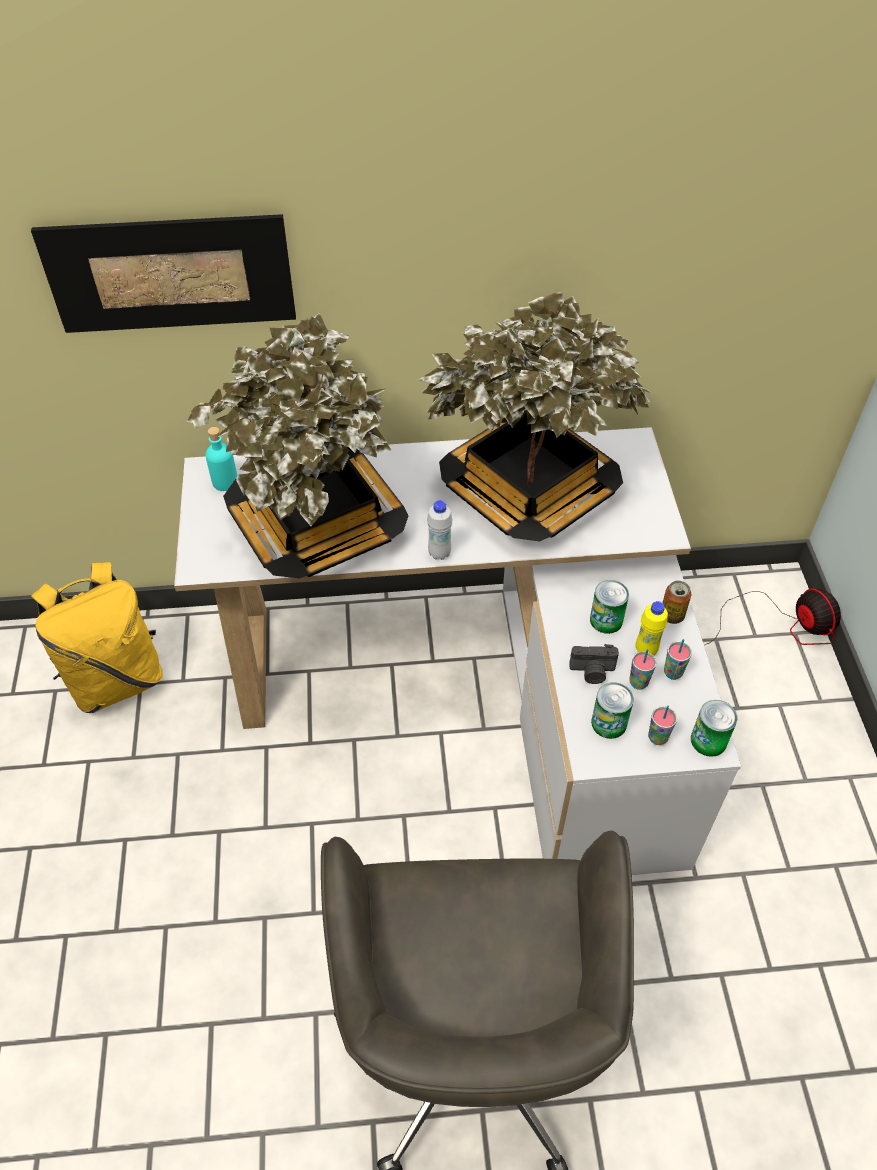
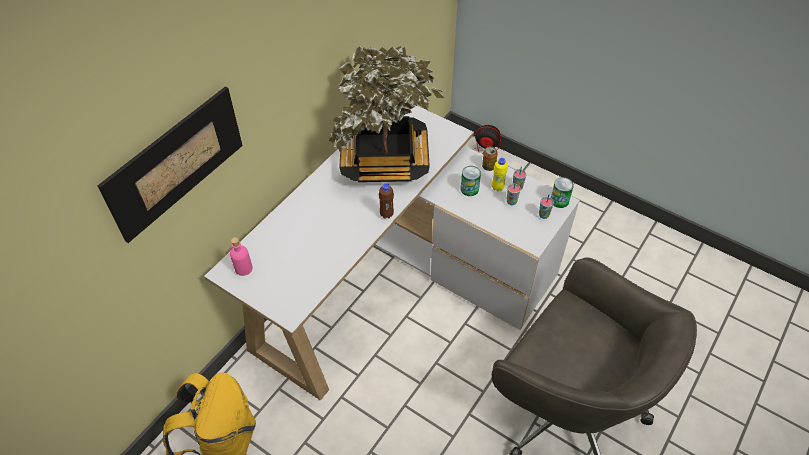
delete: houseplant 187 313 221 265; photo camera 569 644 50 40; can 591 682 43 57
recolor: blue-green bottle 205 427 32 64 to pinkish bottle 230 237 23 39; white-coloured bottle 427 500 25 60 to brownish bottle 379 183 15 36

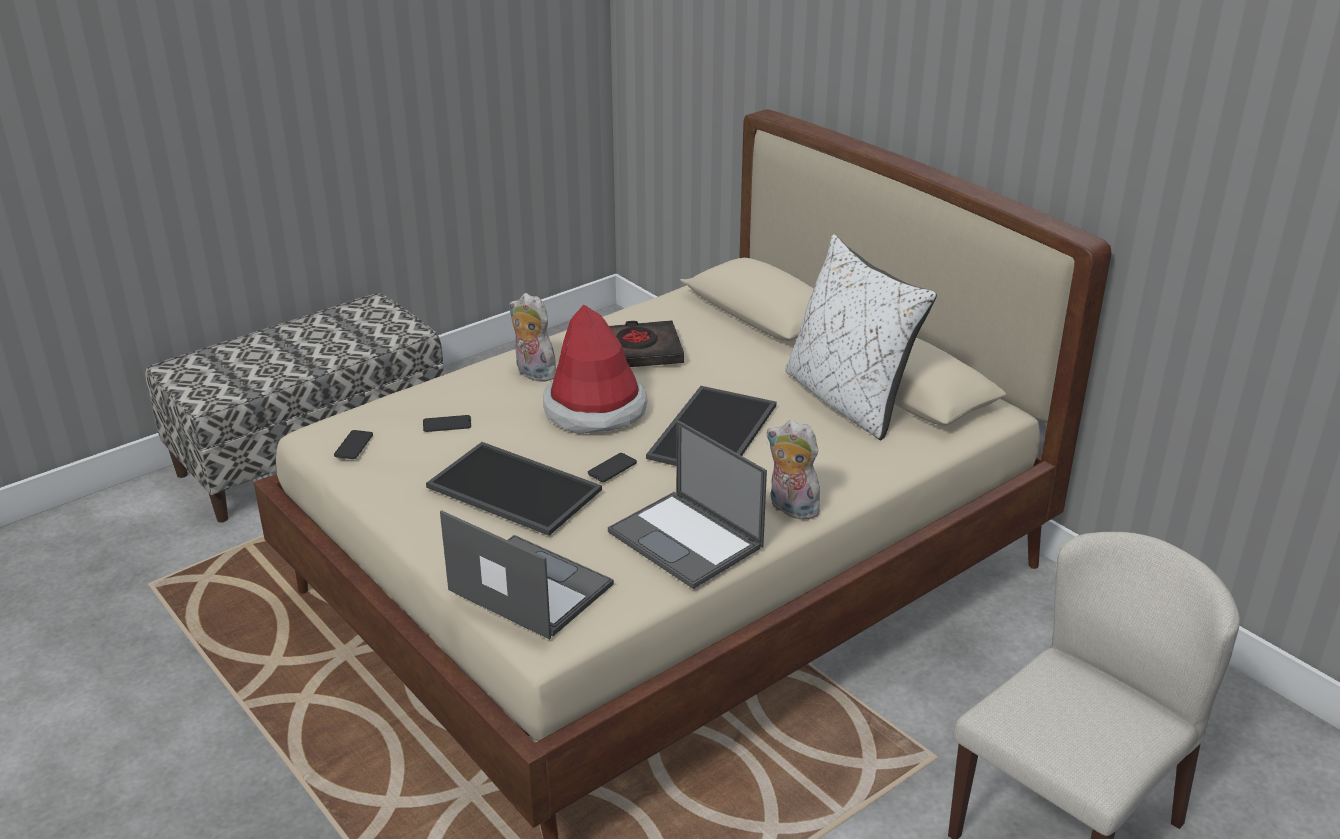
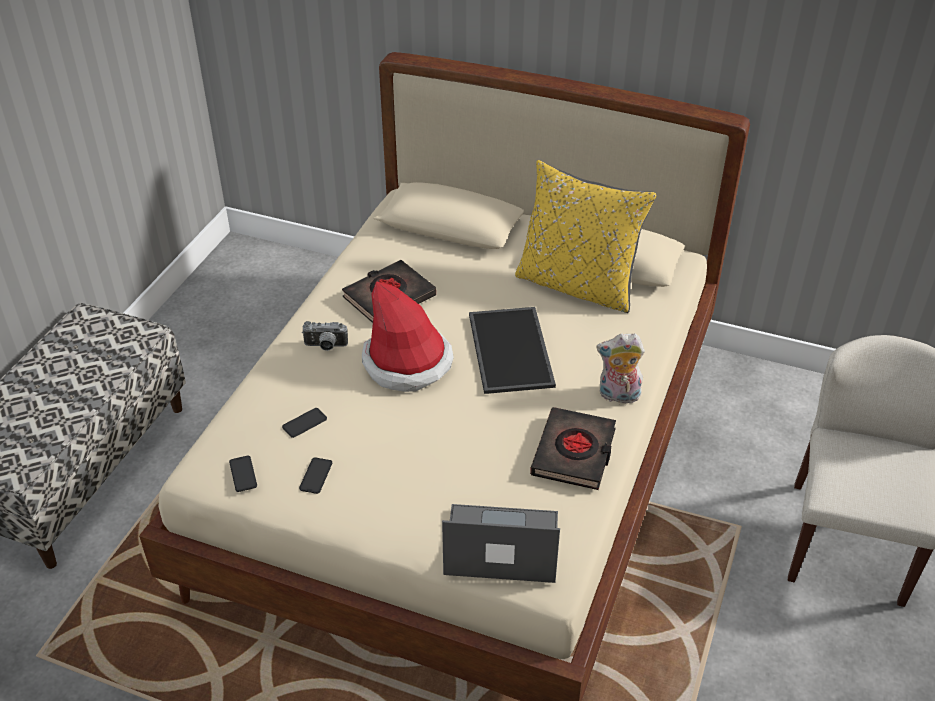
delete: tray 426 442 176 94
move: telephone 588 453 49 29 to 299 457 33 37
replace: plush toy 509 293 48 89 to photo camera 302 321 46 30; portable computer 608 420 159 169 to black-coloured bound book 530 407 86 83
recolor: white-coloured pillow 785 234 152 206 to yellow pillow 515 160 142 153

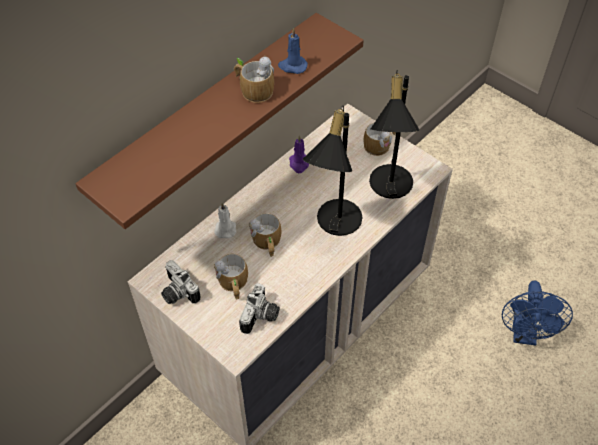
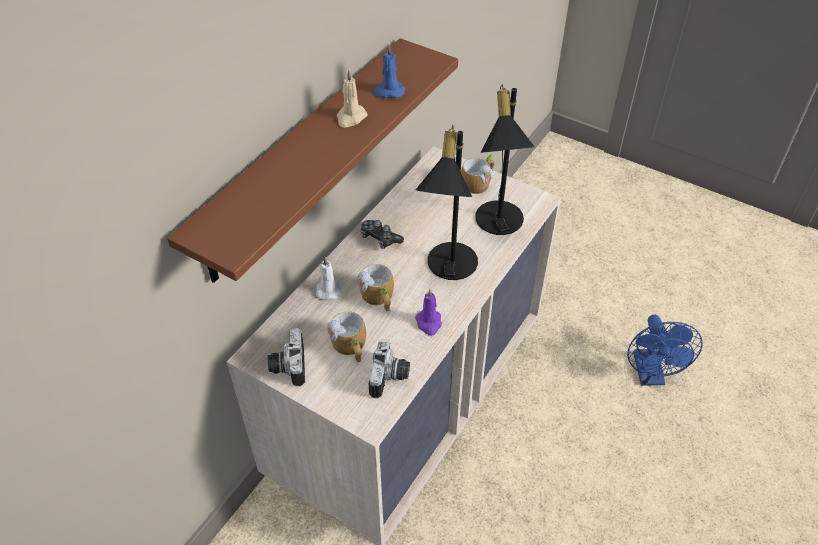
insert: gamepad 360 220 44 29
move: purple wax candle 289 135 20 38 to 415 289 27 47
replace: mug 234 56 40 47 to beige wax candle 337 69 30 59
rotate: photo camera 161 260 39 44 = 268 328 37 59 45 degrees clockwise

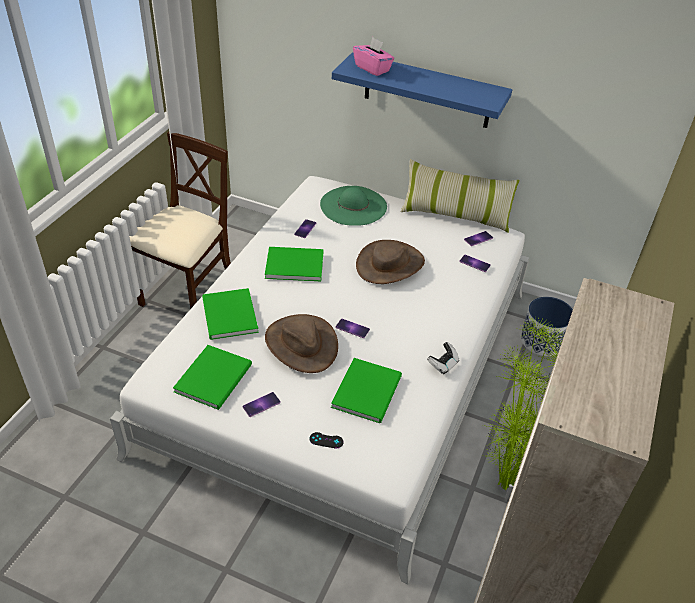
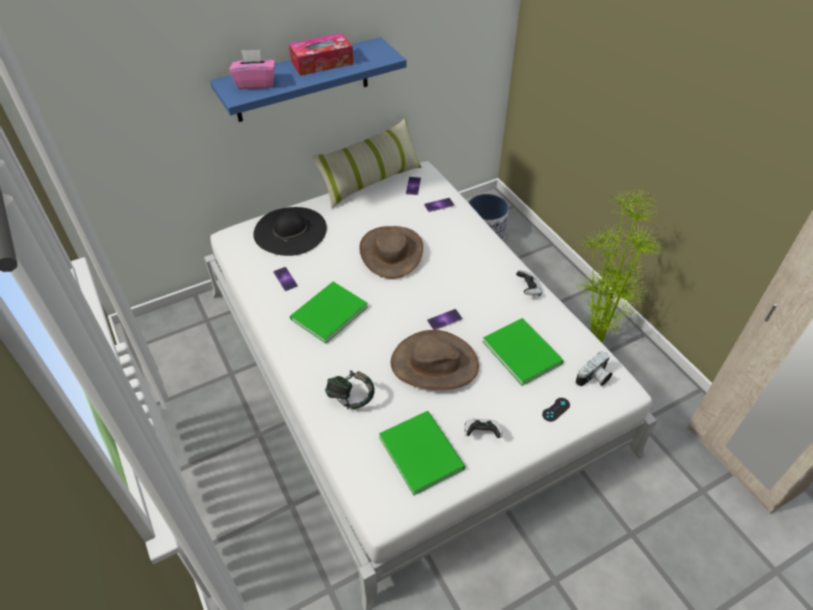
delete: beige plain chair 129 132 102 177
insert: tissue holder 289 33 65 43; photo camera 576 351 37 35
replace: greenish bound book 202 288 57 52 to headset 325 371 50 38; telephone 243 392 38 25 to gamepad 464 419 39 19
recolor: greenish wearable hat 320 186 67 40 to black-coloured wearable hat 253 207 74 49

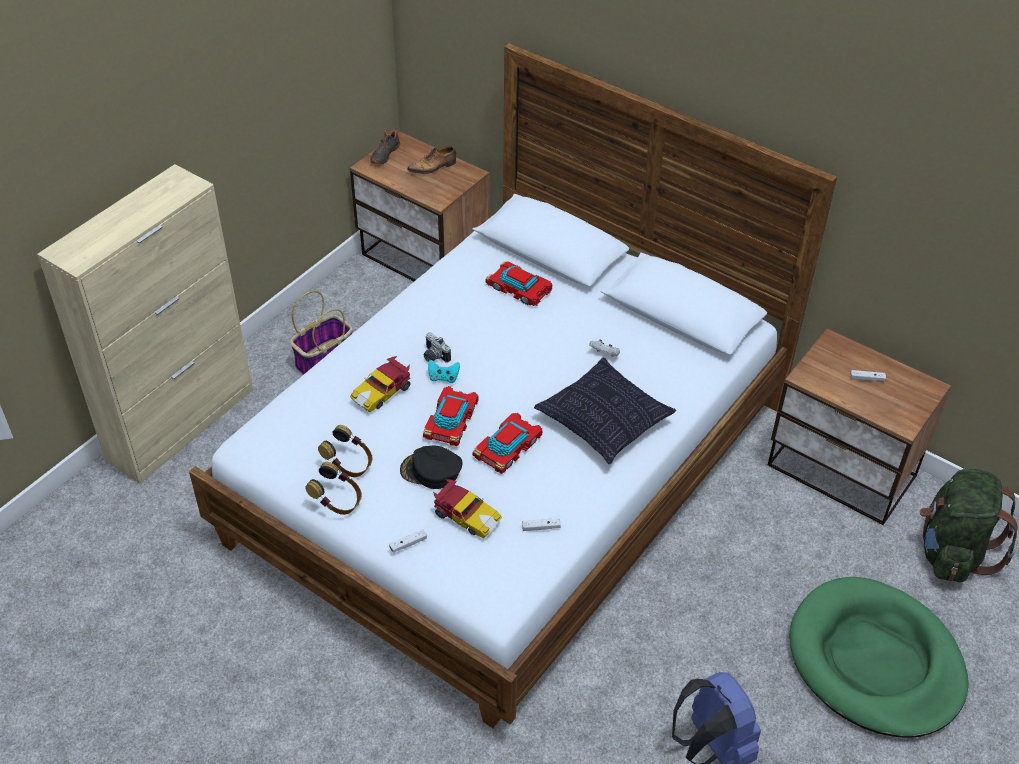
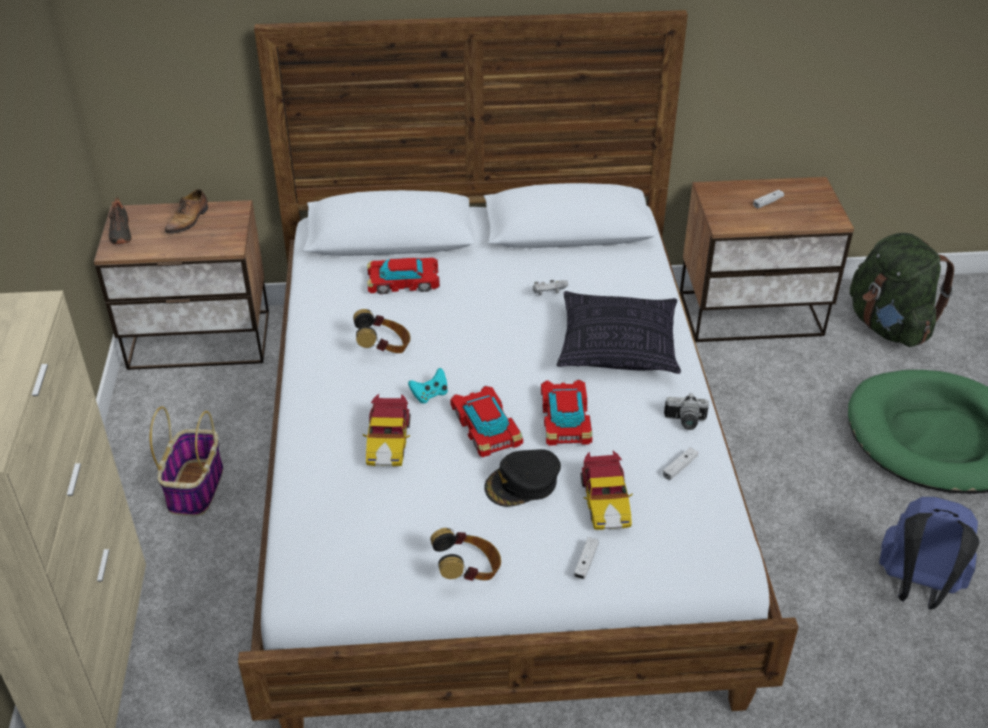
move: headset 318 425 55 52 to 353 309 58 44; photo camera 424 332 27 30 to 664 393 45 37
rotate: miniature car 433 480 69 58 = 581 451 52 79 90 degrees clockwise

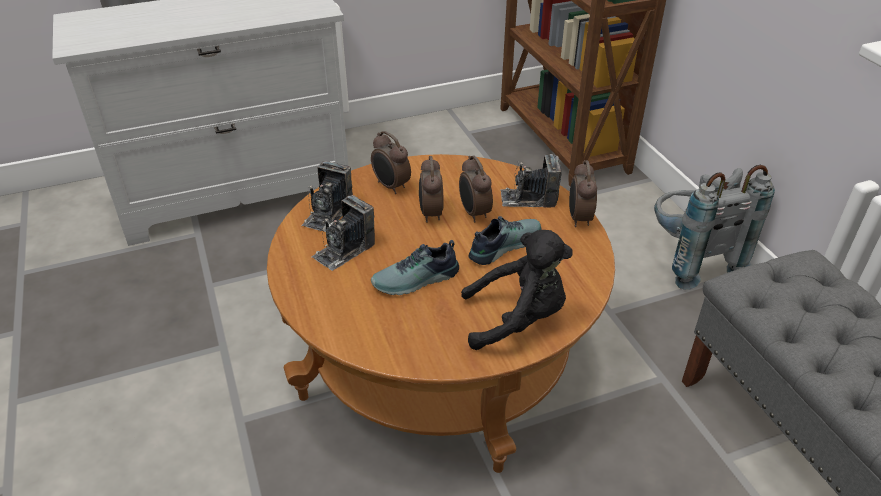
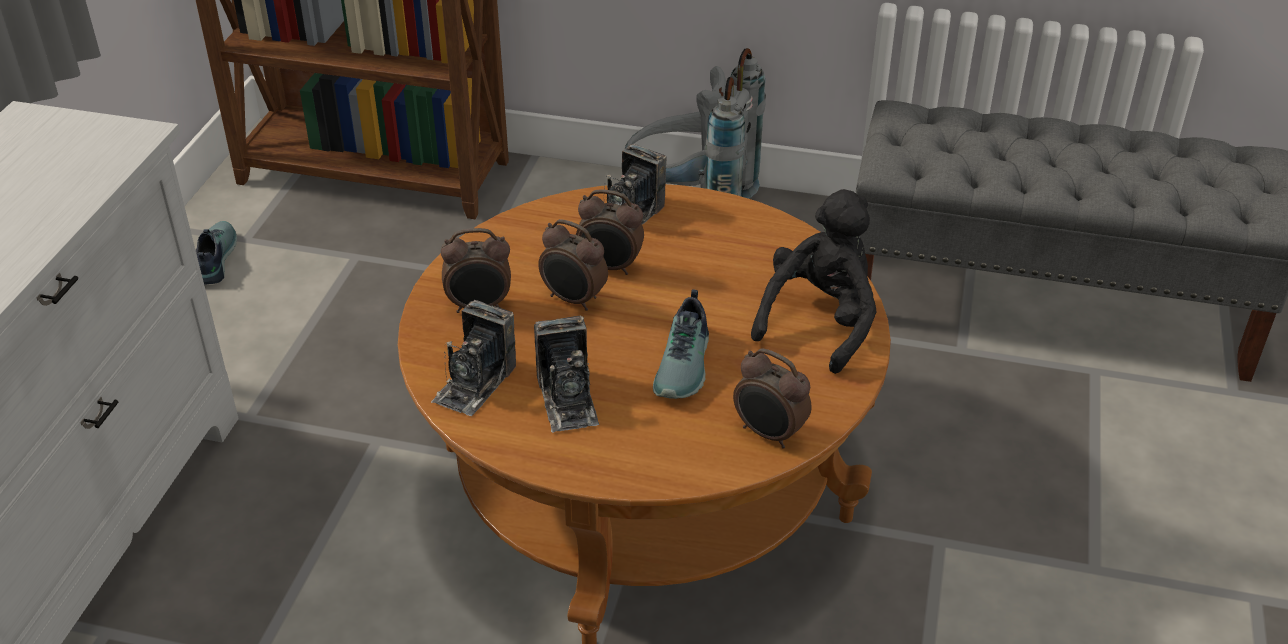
move: item of footwear 468 216 73 49 to 196 221 41 64; bedside clock 569 160 28 67 to 733 348 79 100
rotate: photo camera 301 161 52 71 = 431 300 85 116 60 degrees clockwise

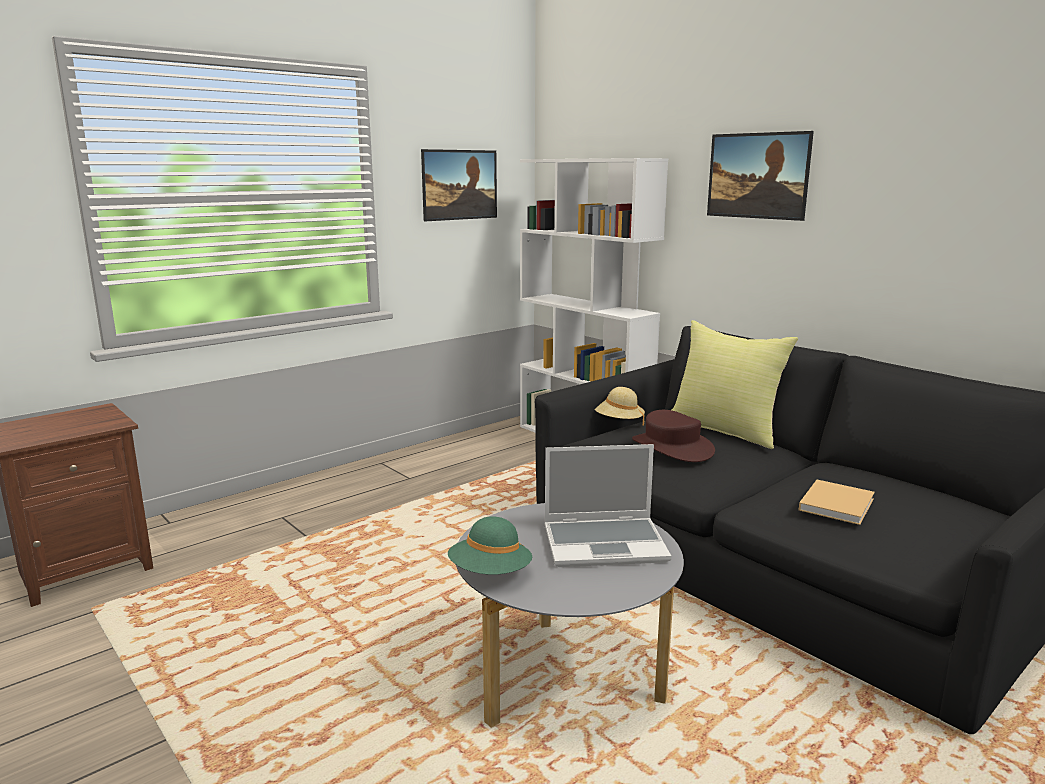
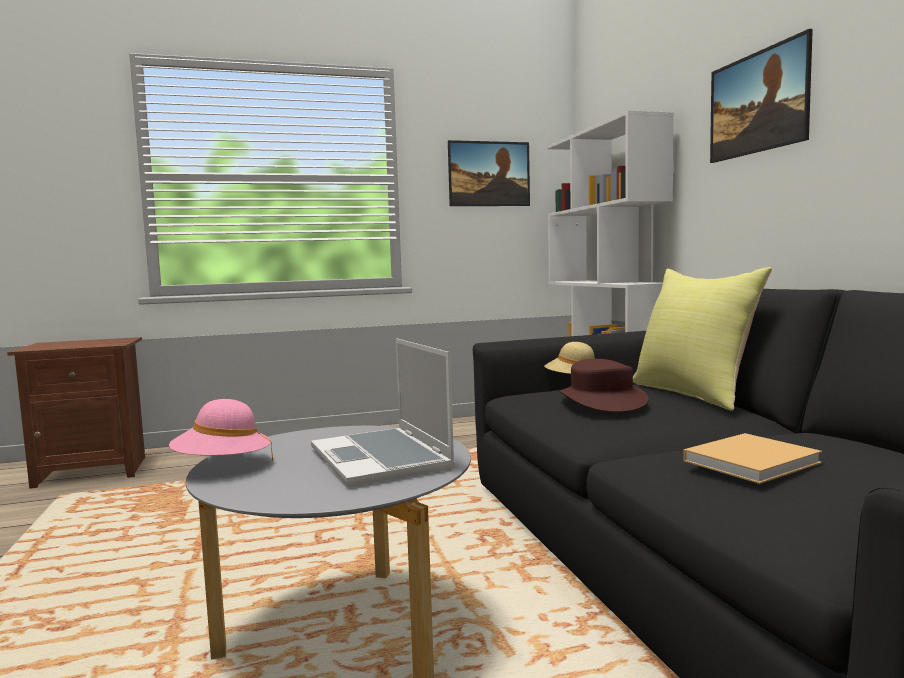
recolor: greenish wearable hat 448 516 84 59 to pinkish wearable hat 169 399 104 62
rotate: portable computer 545 444 126 123 = 311 338 144 149 45 degrees clockwise

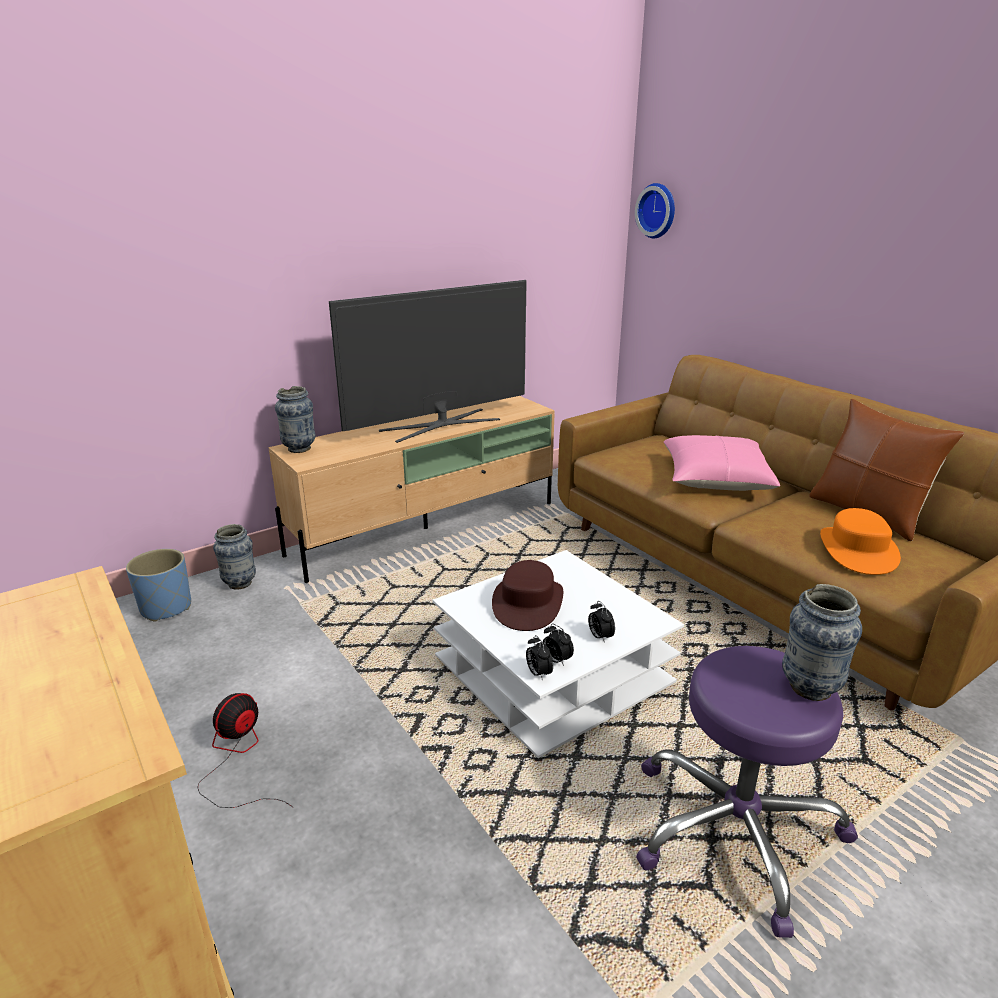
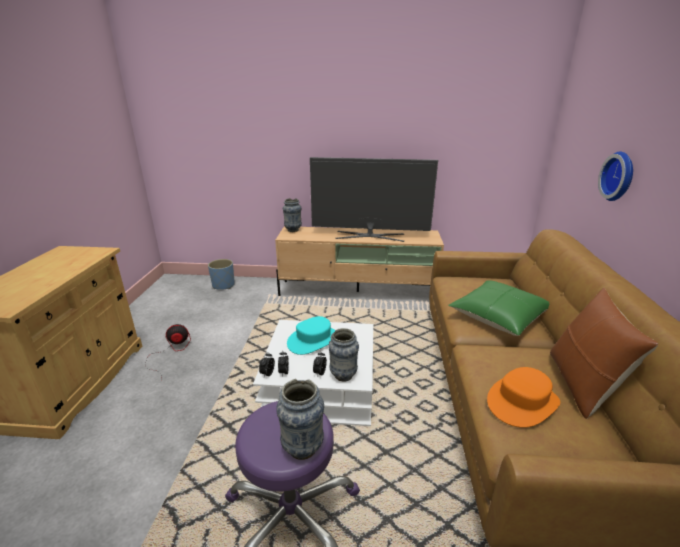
move: decorative vase 213 524 43 66 to 328 328 31 53; wall clock 635 183 40 55 to 598 152 35 49
recolor: brownish wearable hat 492 560 71 71 to blue-green wearable hat 287 316 49 39; pinkish pillow 664 435 116 56 to greenish pillow 448 280 101 56

